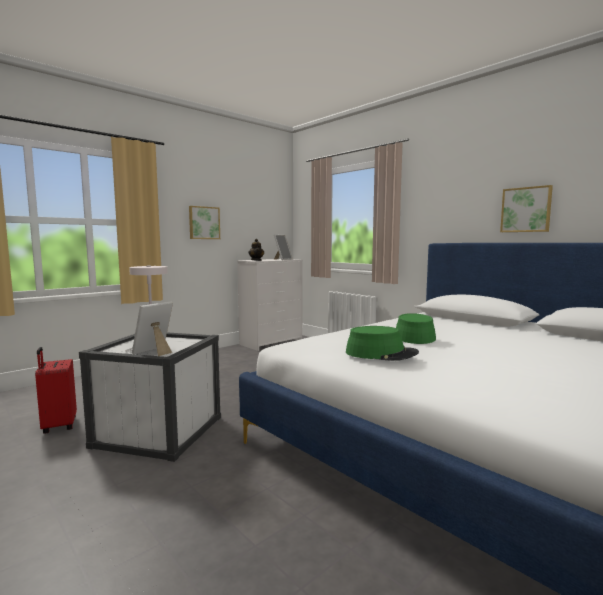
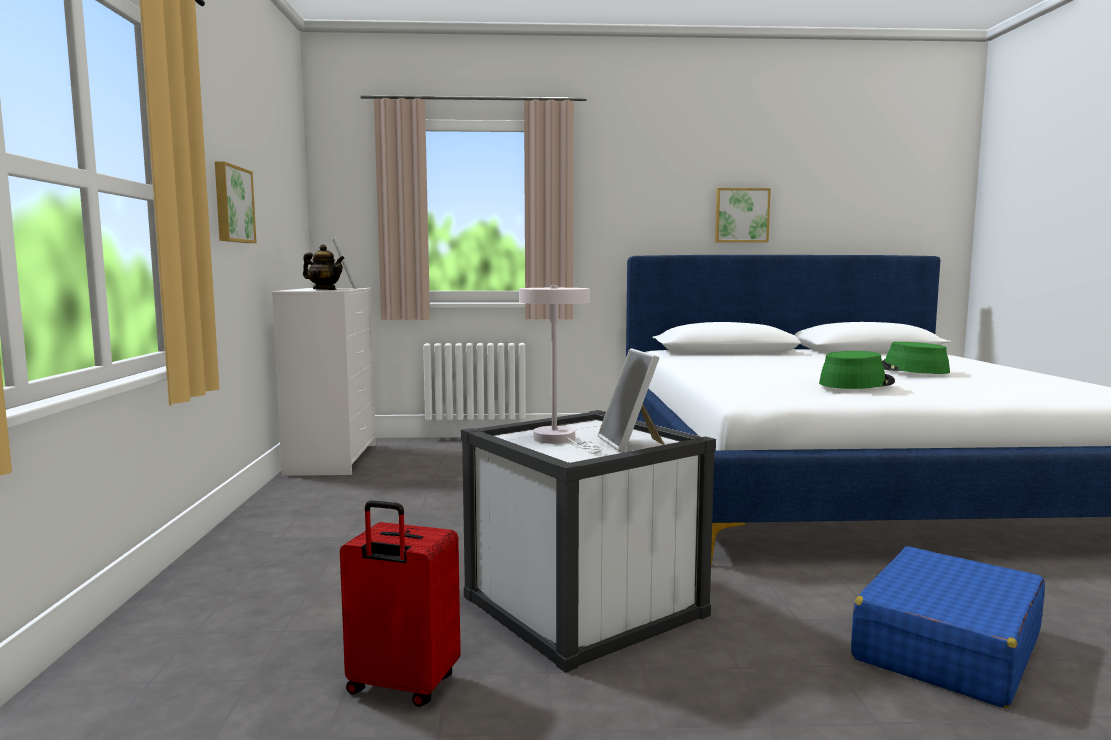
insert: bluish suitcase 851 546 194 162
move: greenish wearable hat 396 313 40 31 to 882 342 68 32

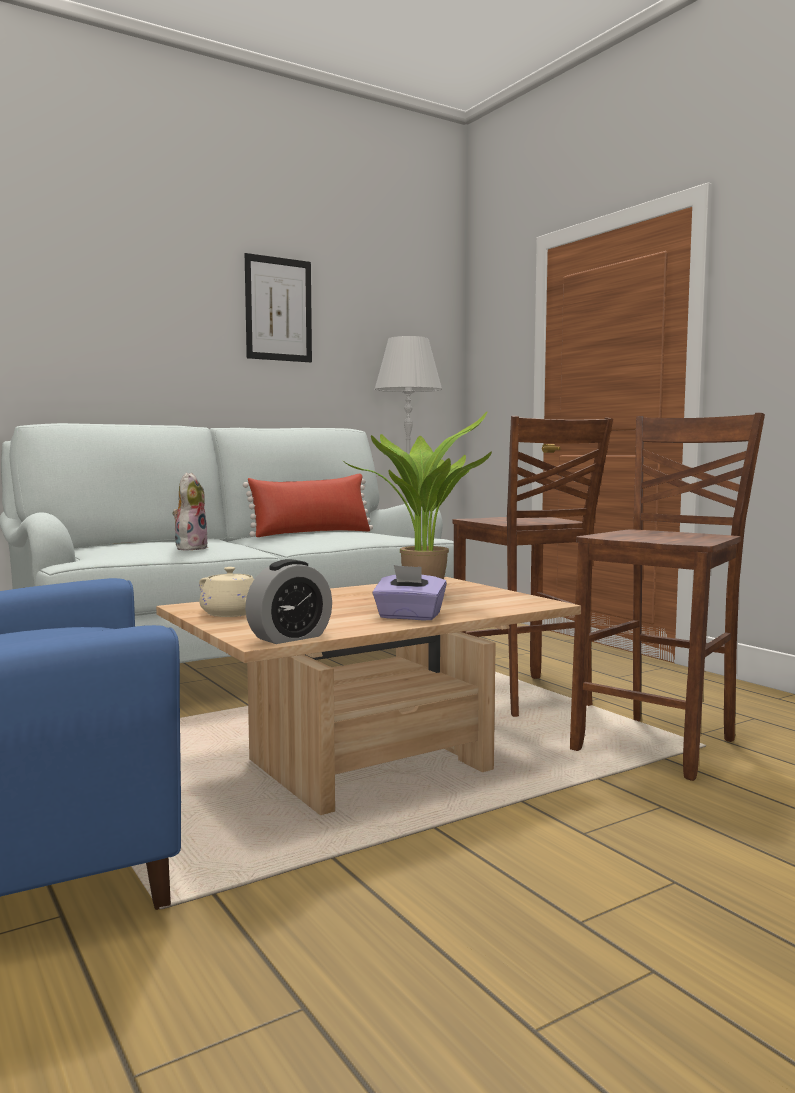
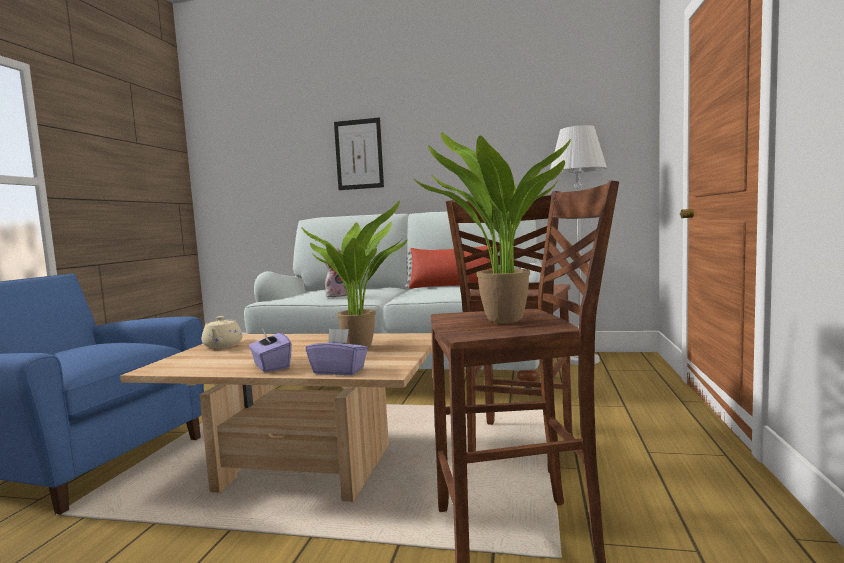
delete: bedside clock 245 559 87 85
insert: purple tissue holder 306 329 62 46; houseplant 413 132 158 191
move: picture 245 253 67 109 to 334 117 50 73

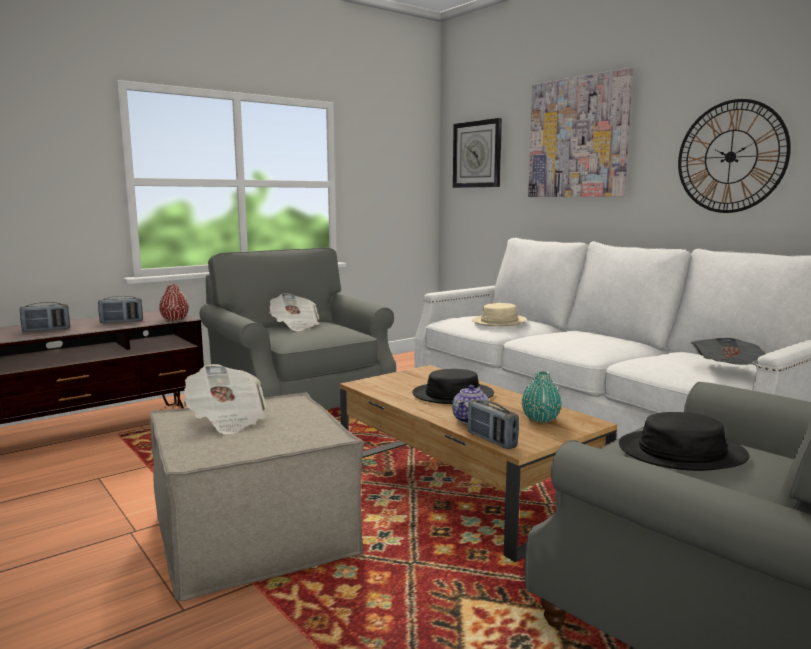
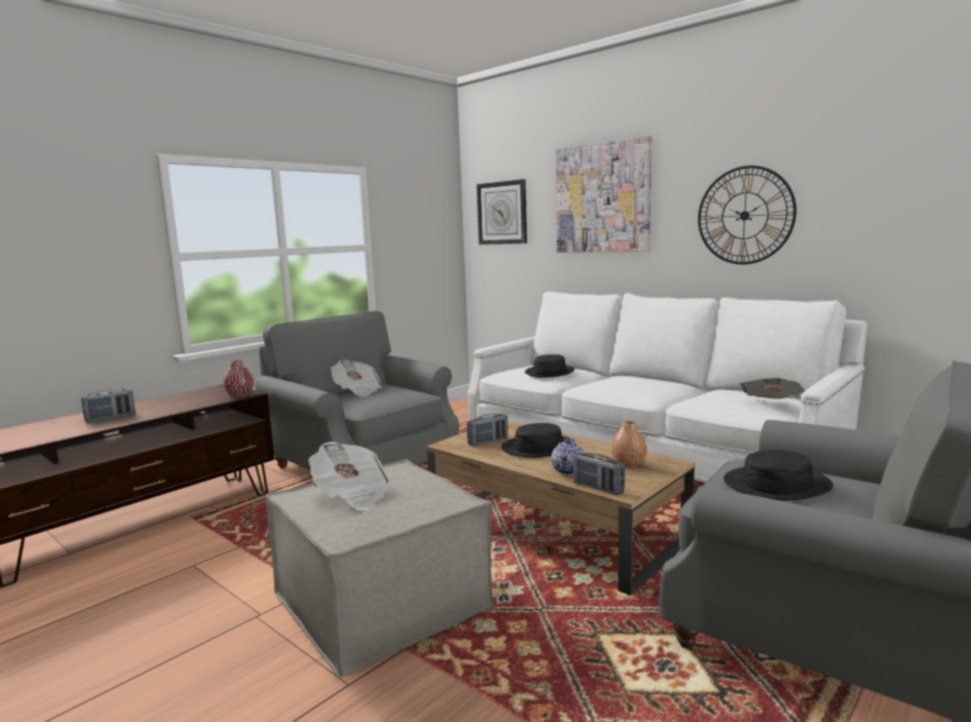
move: radio 98 296 45 27 to 467 413 41 33
recolor: beige wearable hat 472 303 55 23 to black-coloured wearable hat 525 354 50 23; blue-green decorative vase 522 371 39 52 to orange-coloured decorative vase 611 421 36 46

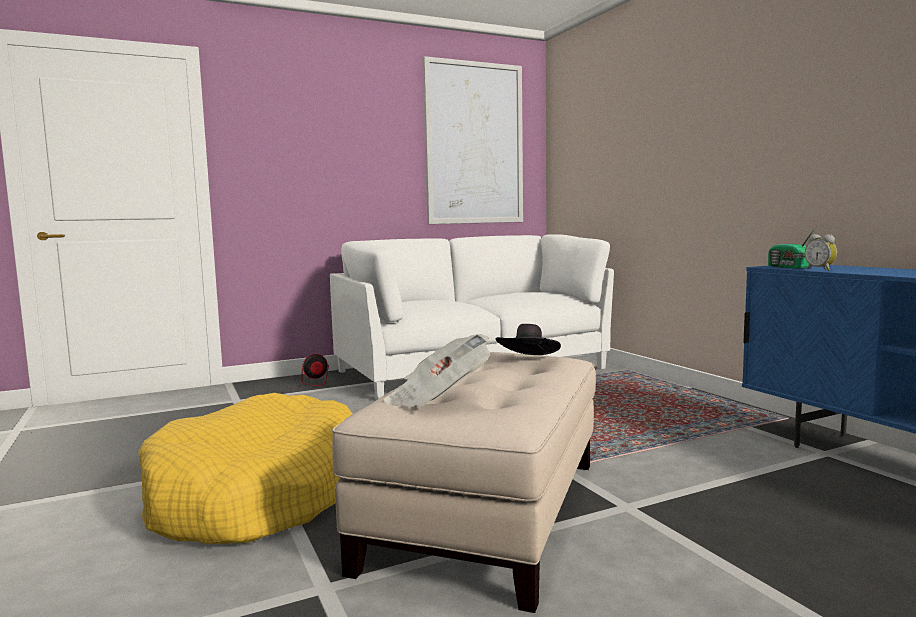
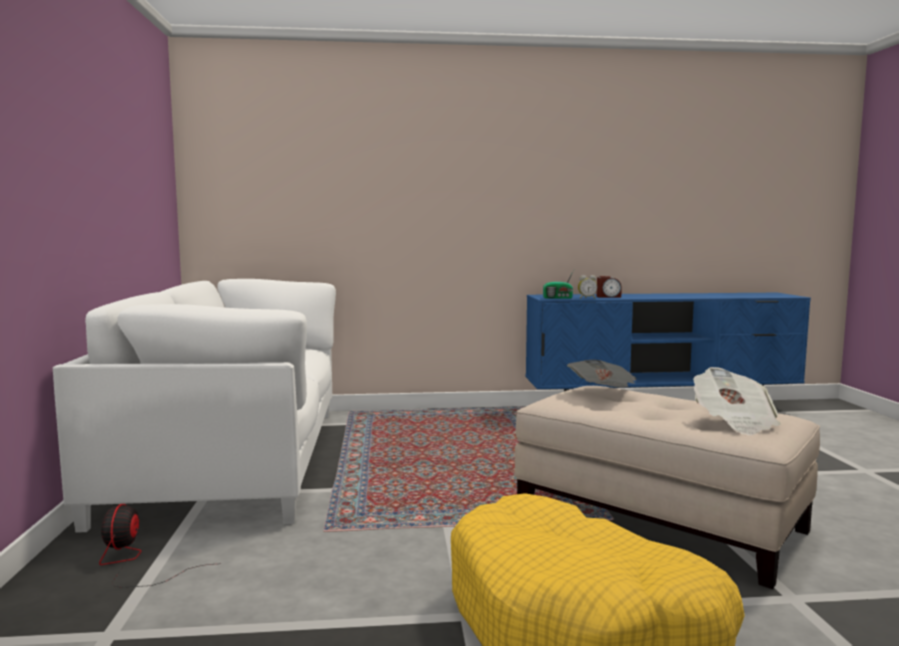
delete: picture 422 56 101 168
insert: bedside clock 597 276 25 22
replace: black-coloured wearable hat 495 324 66 31 to printed paper 567 360 70 27

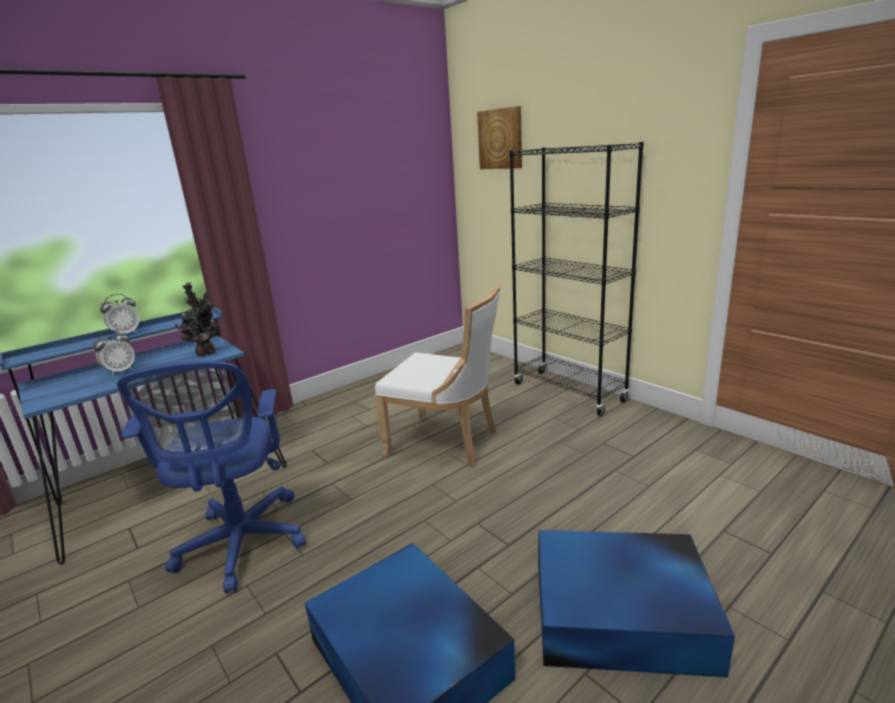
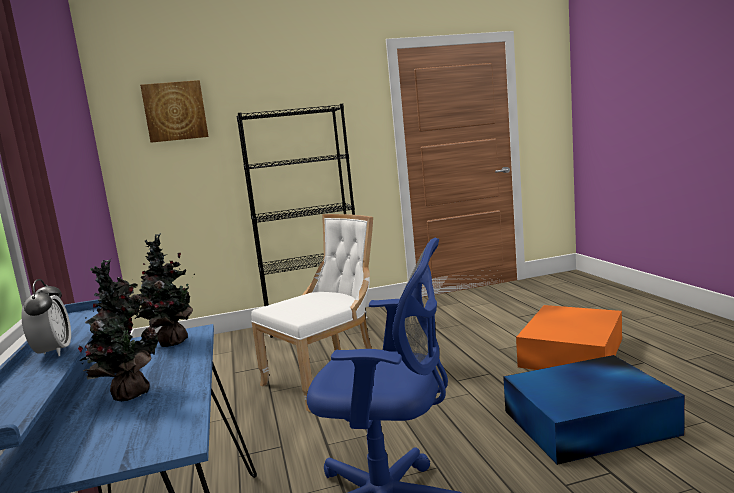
replace: bedside clock 93 330 42 46 to houseplant 78 259 81 142
recolor: bluish storage box 538 530 197 147 to orange-coloured storage box 516 305 106 65

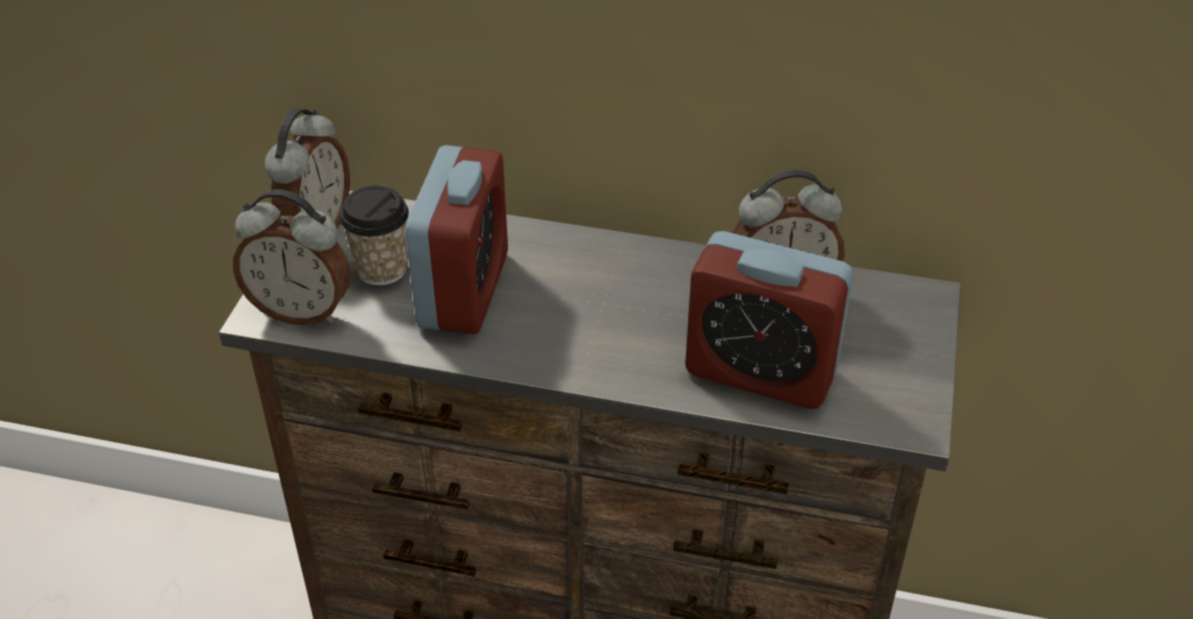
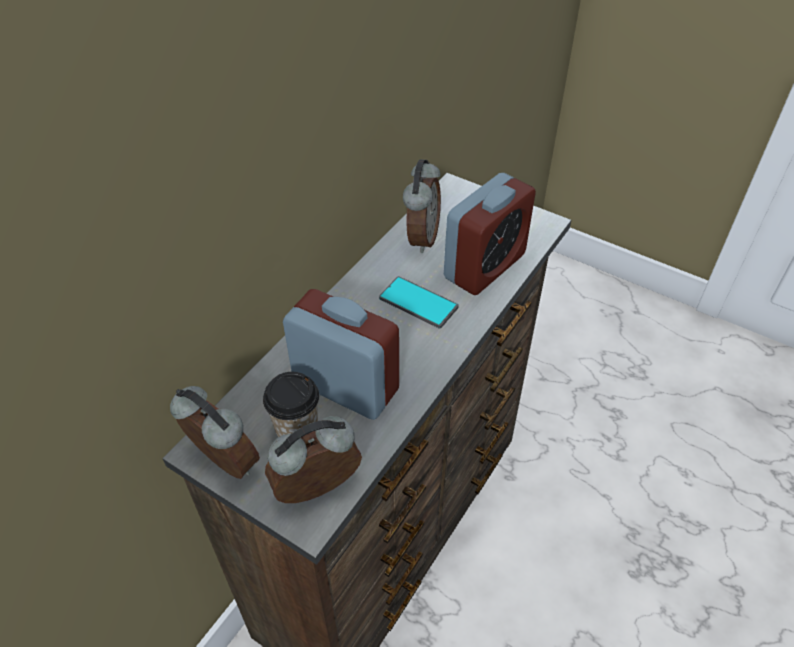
insert: telephone 379 276 80 53
rotate: bedside clock 233 190 118 135 = 265 416 97 87 150 degrees counterclockwise

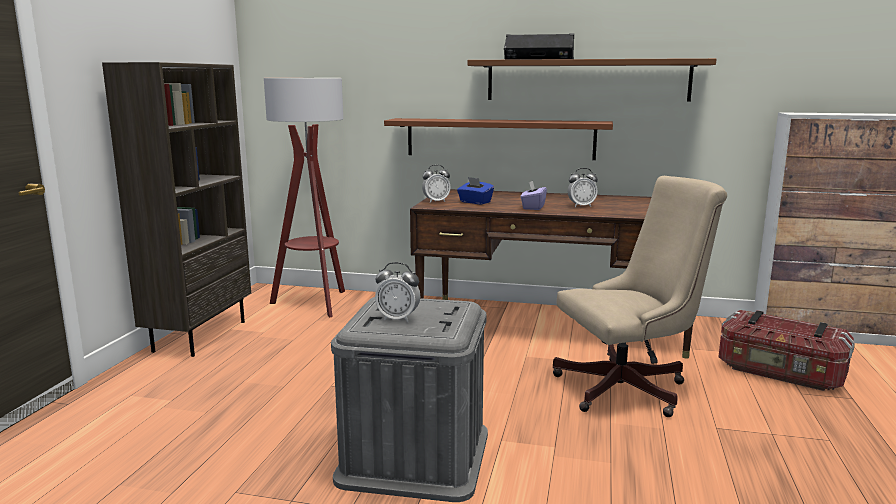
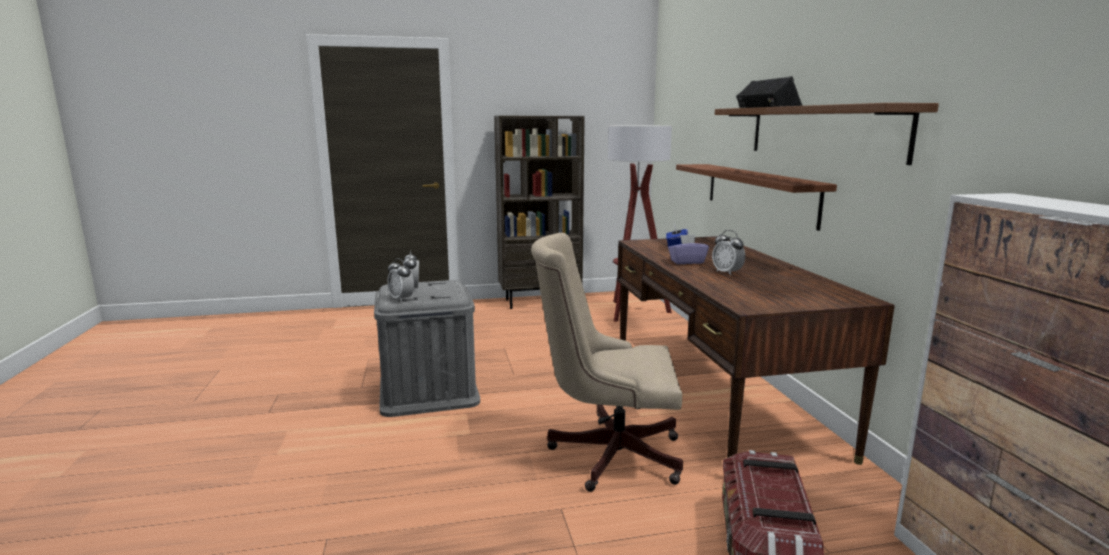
move: bedside clock 422 165 28 38 to 387 258 27 44
rotate: beige computer chair 553 176 174 241 = 531 233 152 259 135 degrees clockwise

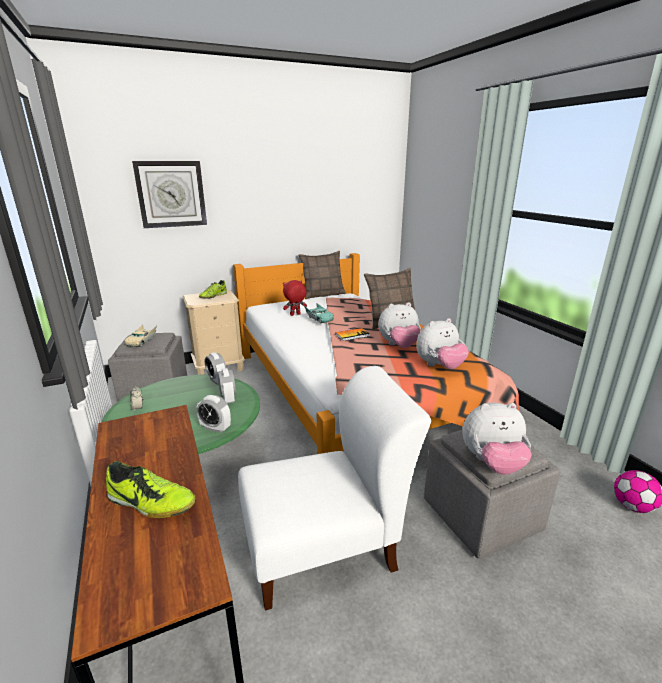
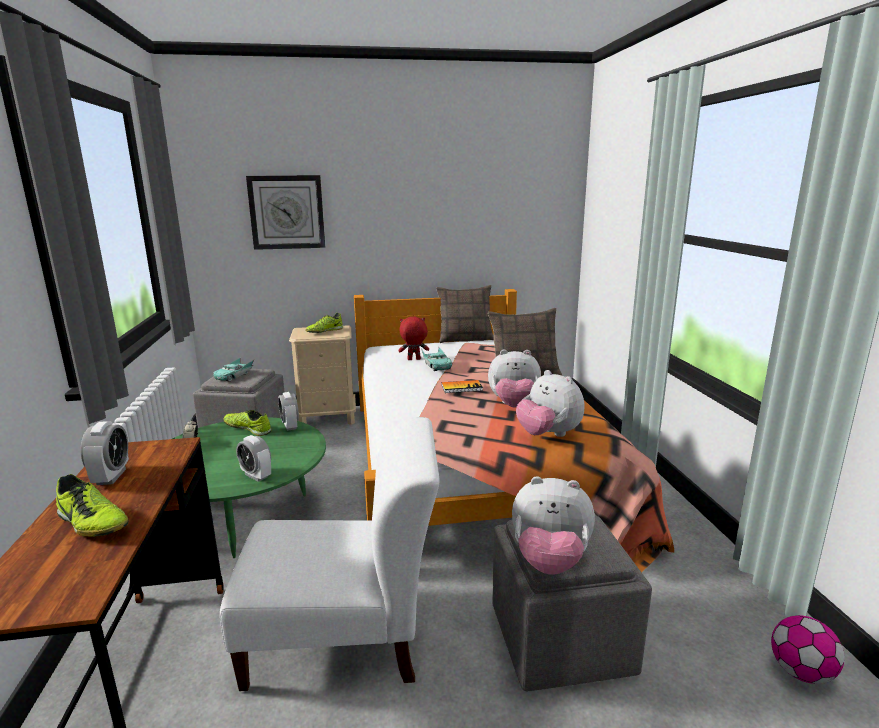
insert: item of footwear 223 410 49 26
move: bedside clock 217 368 19 36 to 81 421 48 64
recolor: beige miniature car 125 325 32 22 to blue-green miniature car 214 357 40 25
rotate: plush toy 416 318 53 51 = 516 370 68 67 60 degrees clockwise

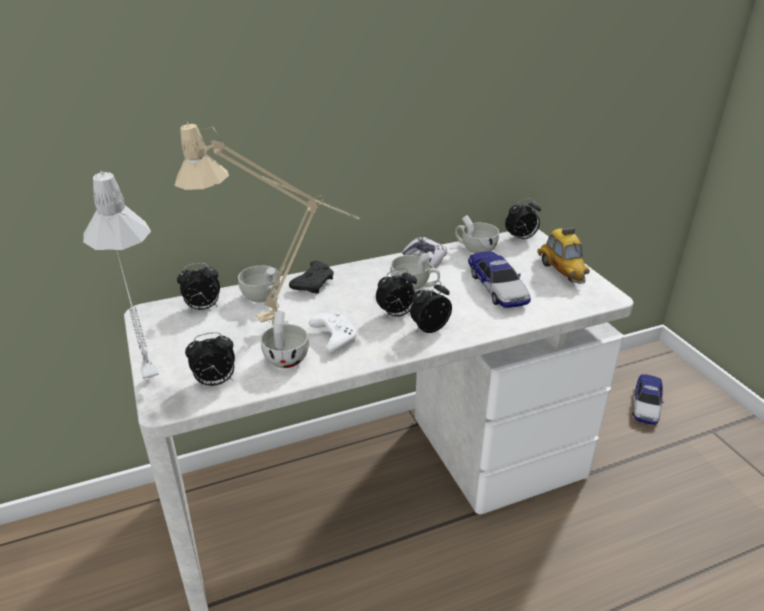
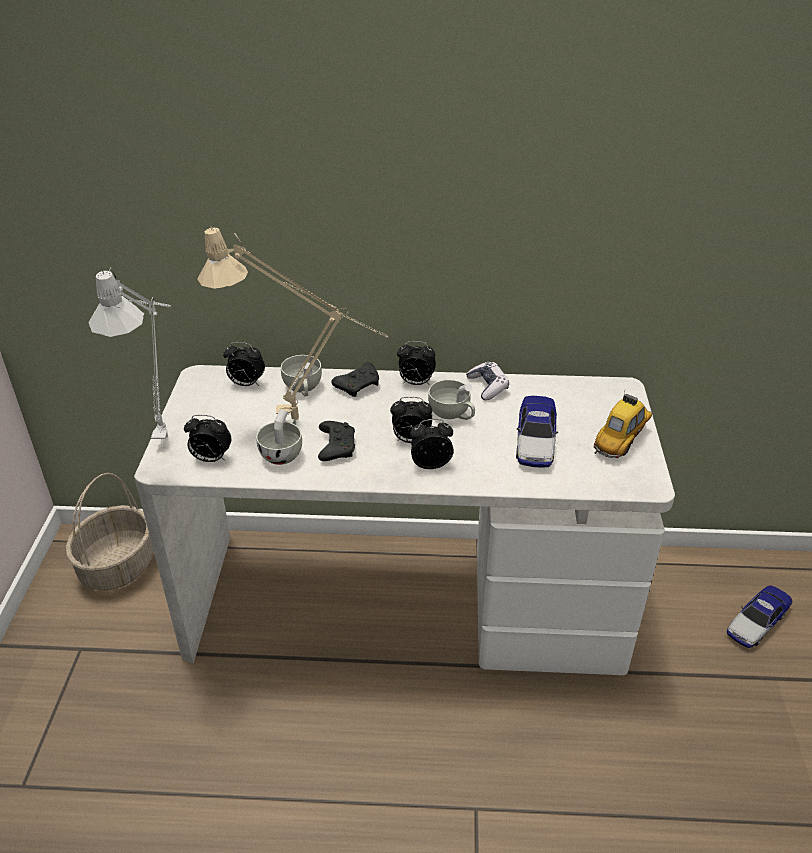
delete: white-coloured cup 455 215 44 39
insert: storage basket 66 473 87 118
move: bedside clock 505 198 36 43 to 397 341 39 44
recolor: white-coloured gamepad 309 311 48 42 to black-coloured gamepad 318 421 37 40
rotate: miniature car 537 227 53 57 = 594 392 58 66 150 degrees counterclockwise

